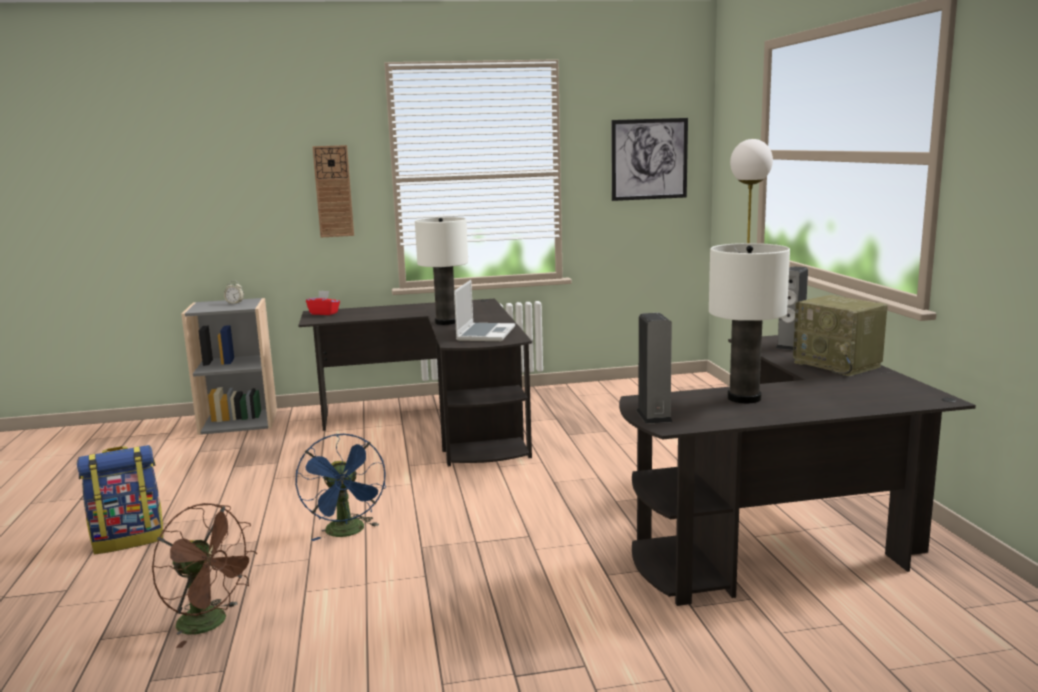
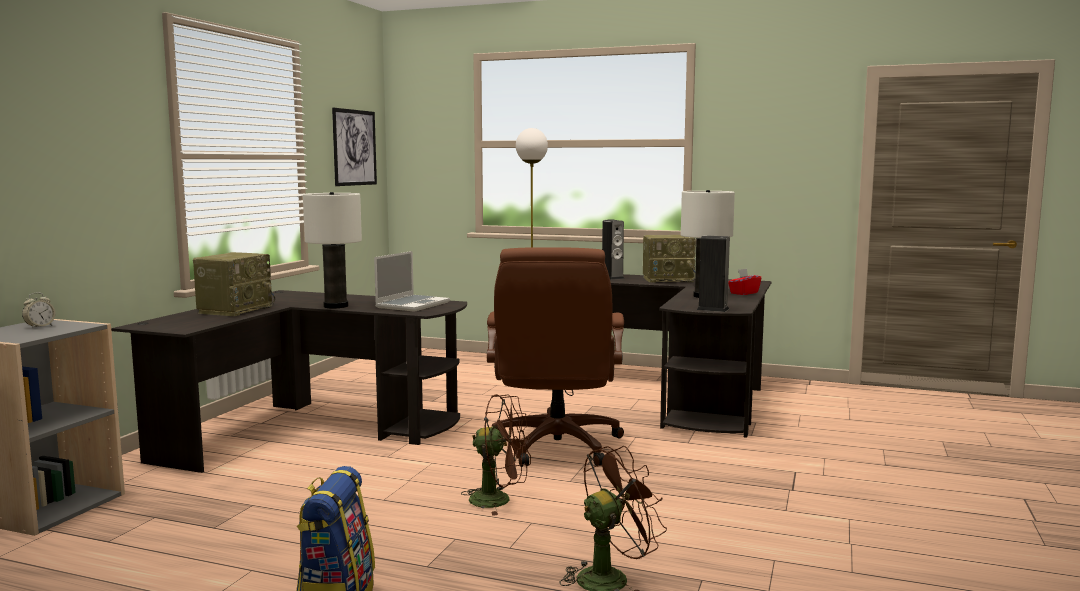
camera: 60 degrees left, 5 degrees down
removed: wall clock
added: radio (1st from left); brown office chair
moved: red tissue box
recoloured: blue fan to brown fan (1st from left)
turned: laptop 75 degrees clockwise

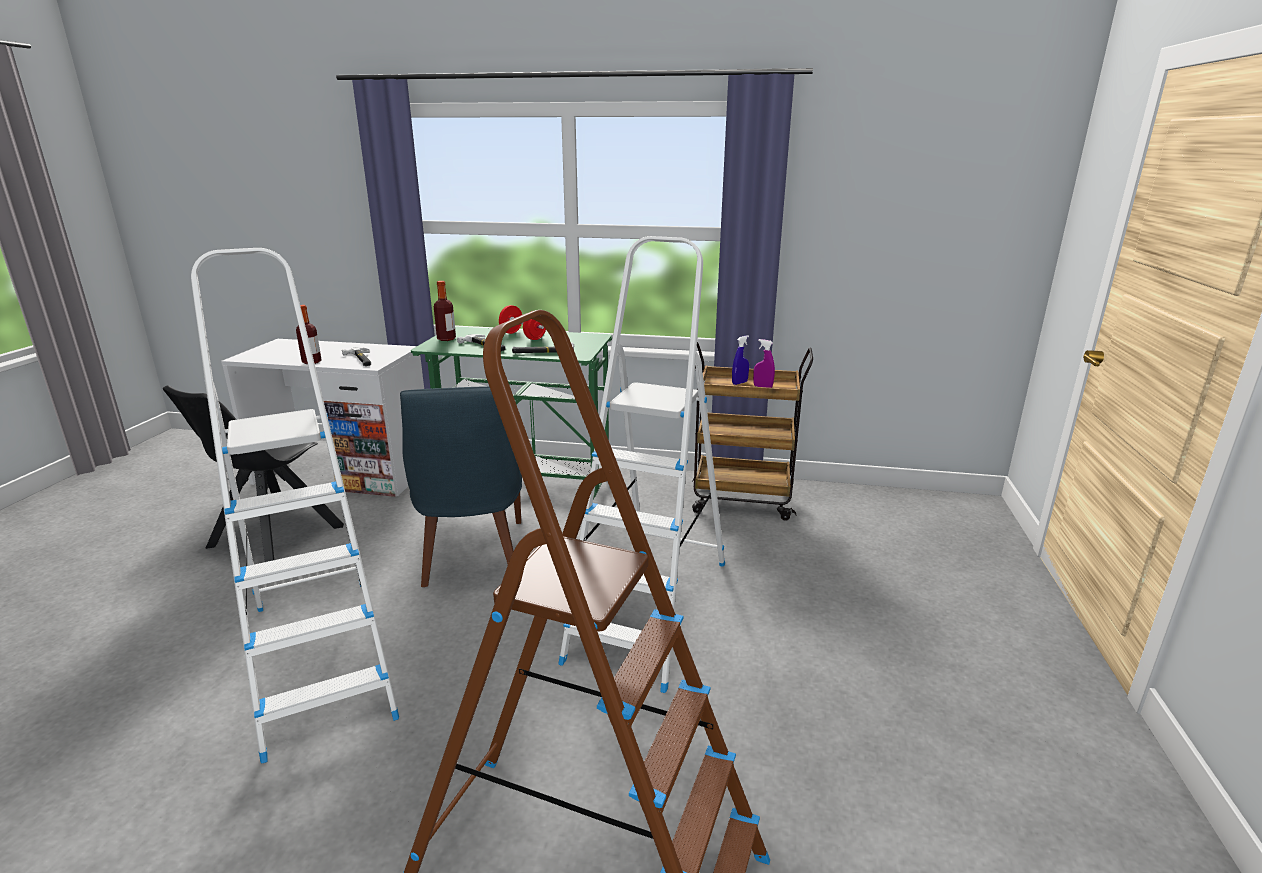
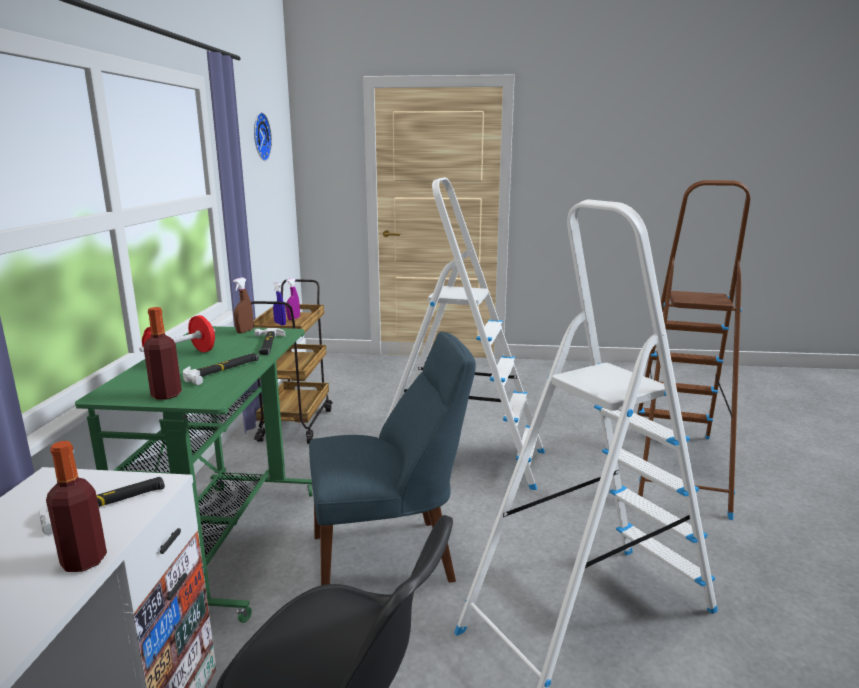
camera: 95 degrees left, 5 degrees down
added: brown spray bottle; wall clock

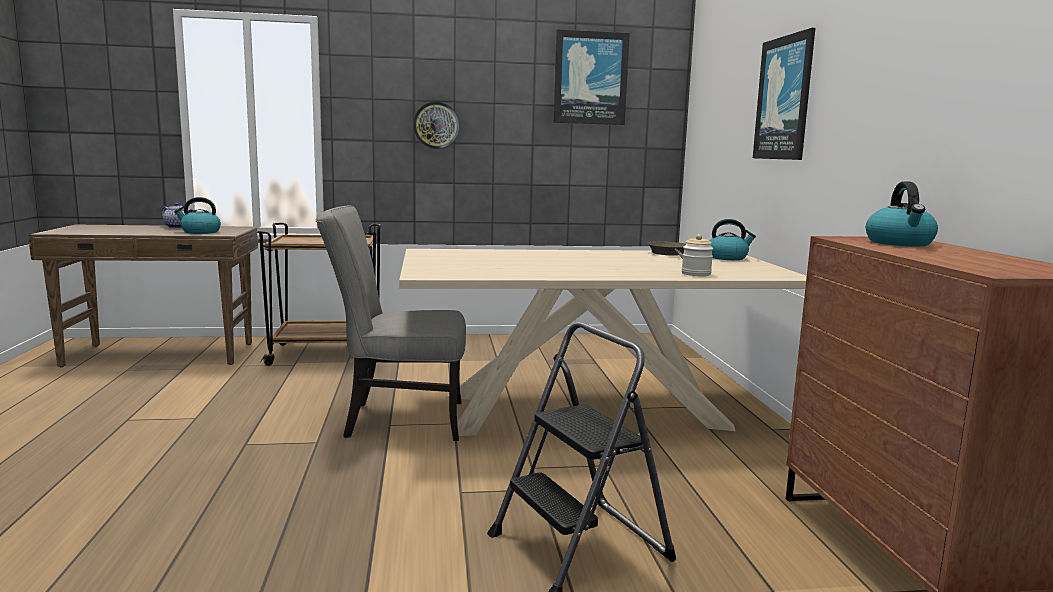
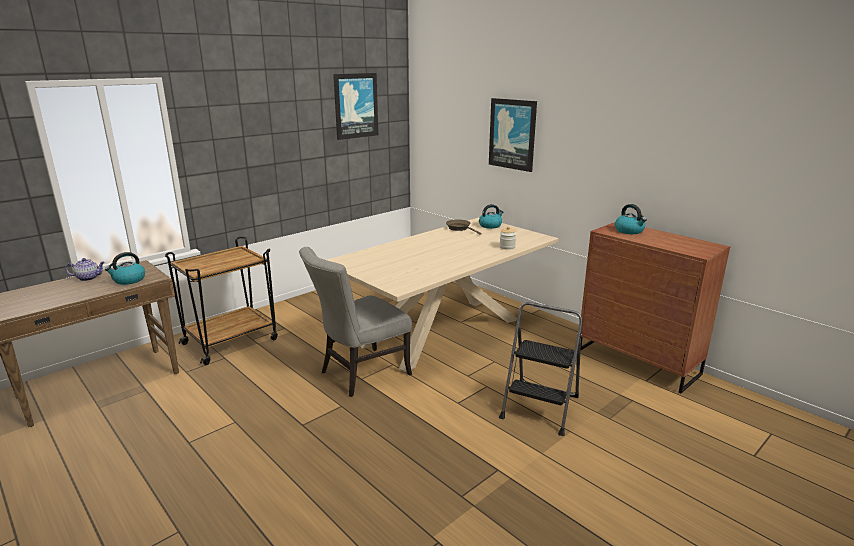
camera: 35 degrees left, 10 degrees up
removed: wall clock

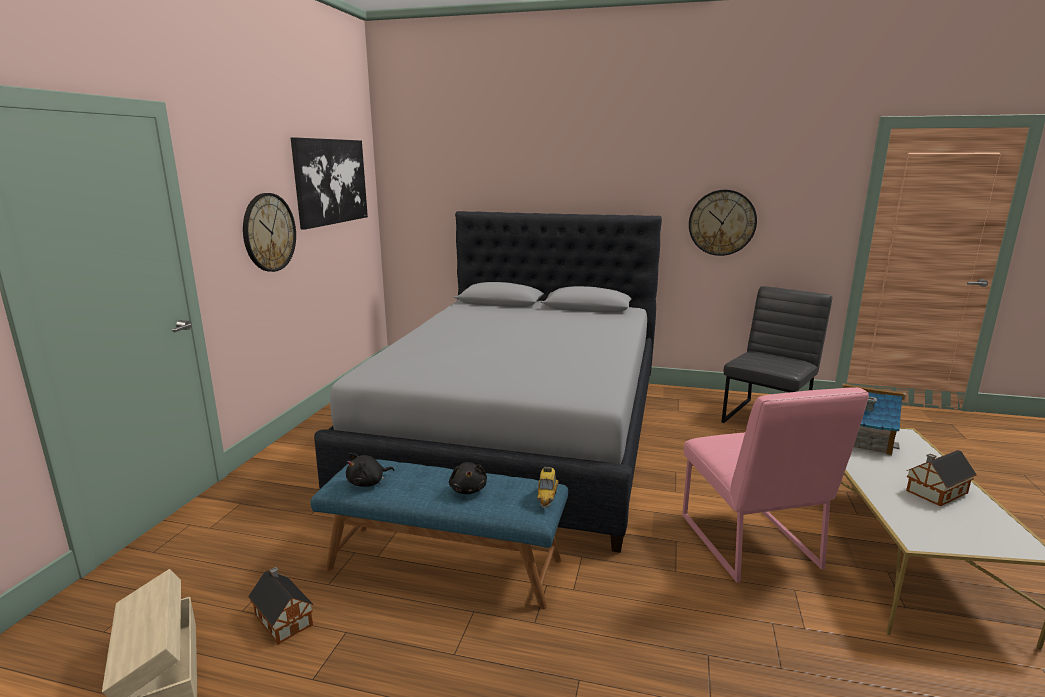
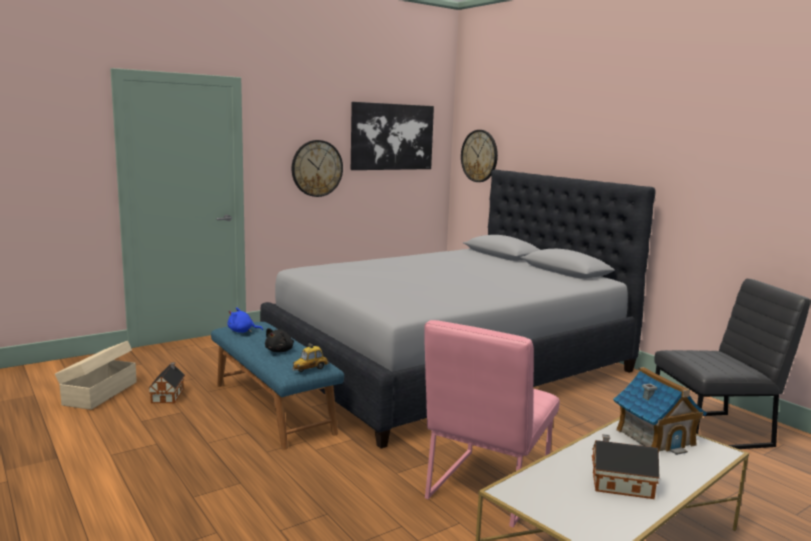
camera: 40 degrees right, 5 degrees down
moved: wall clock (2nd from left)
recoloured: black plush toy (1st from left) to blue plush toy

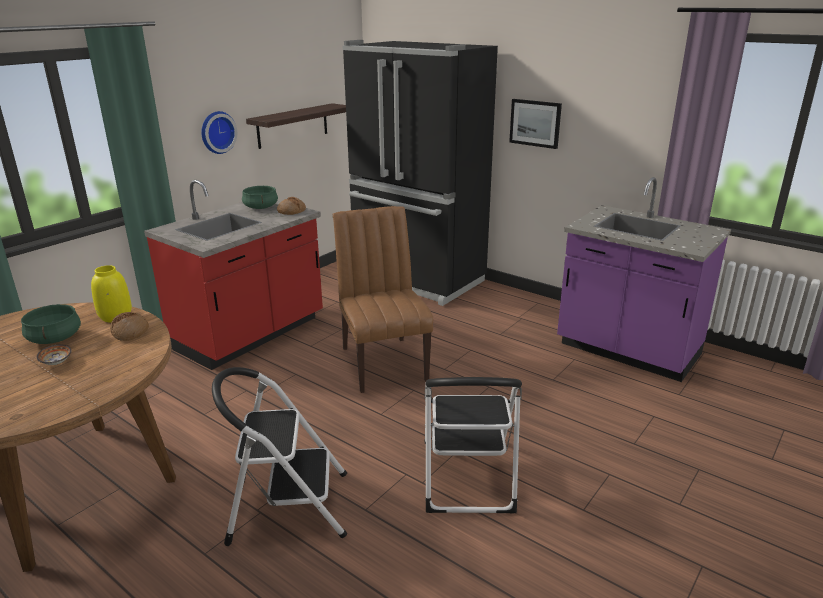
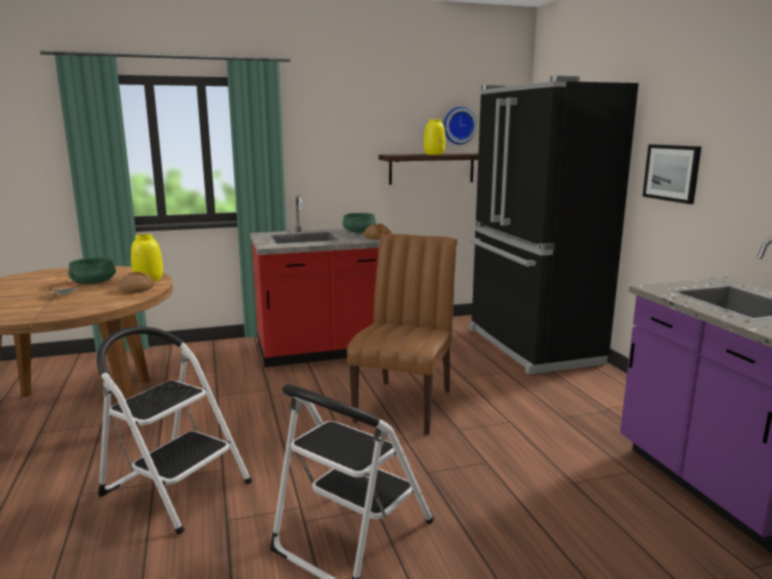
camera: 35 degrees right, 10 degrees down
added: yellow vase (2nd from left)
moved: wall clock

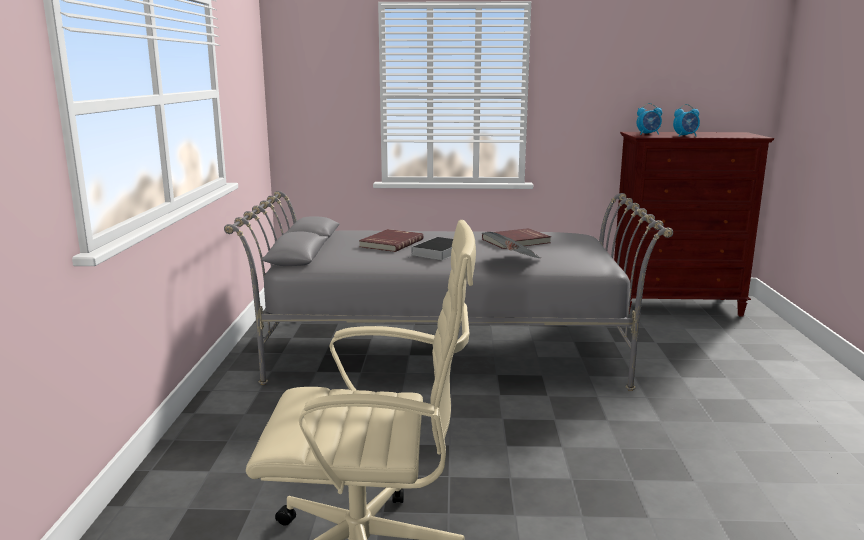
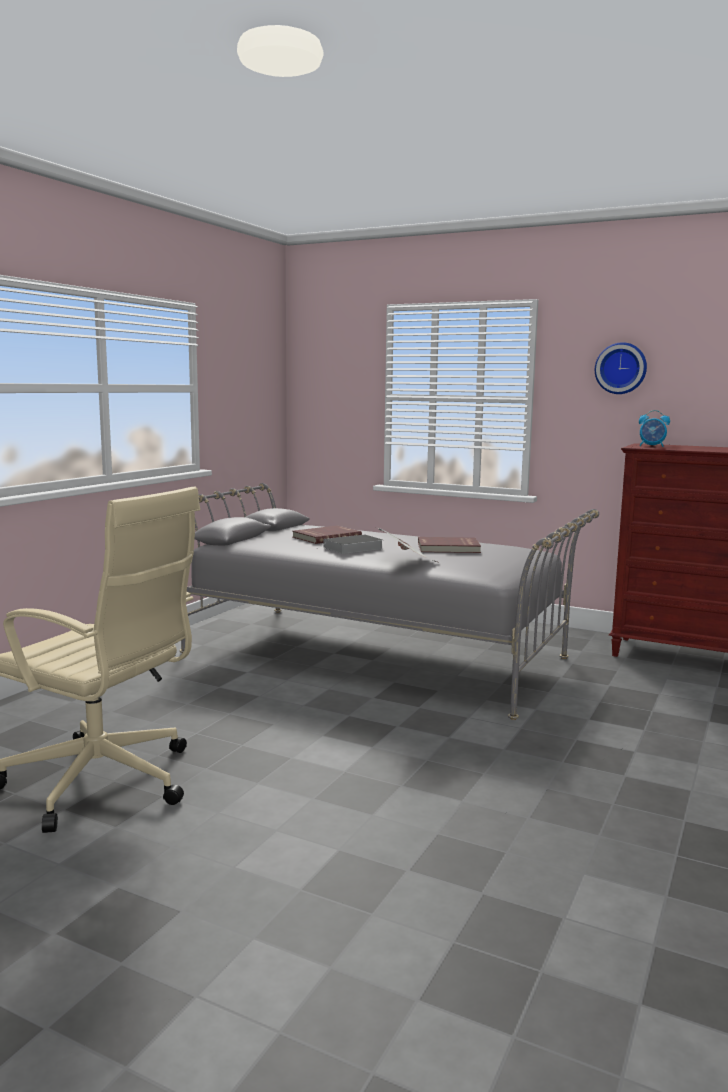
camera: 25 degrees right, 5 degrees down
removed: alarm clock (2nd from left)
added: wall clock

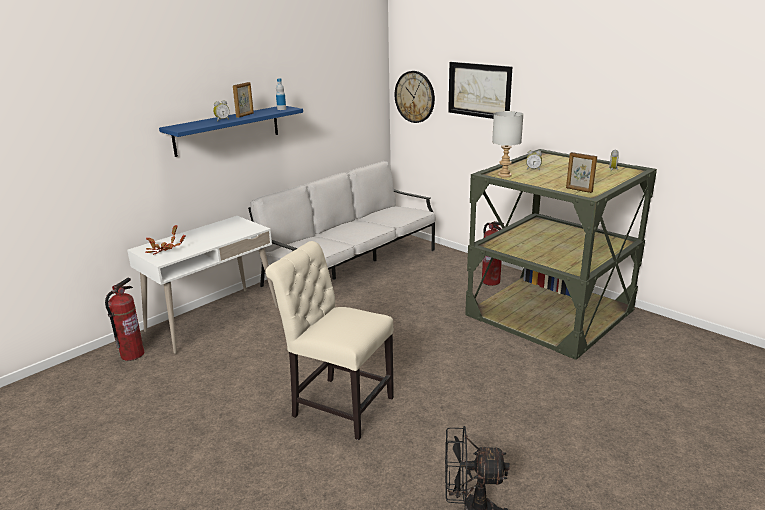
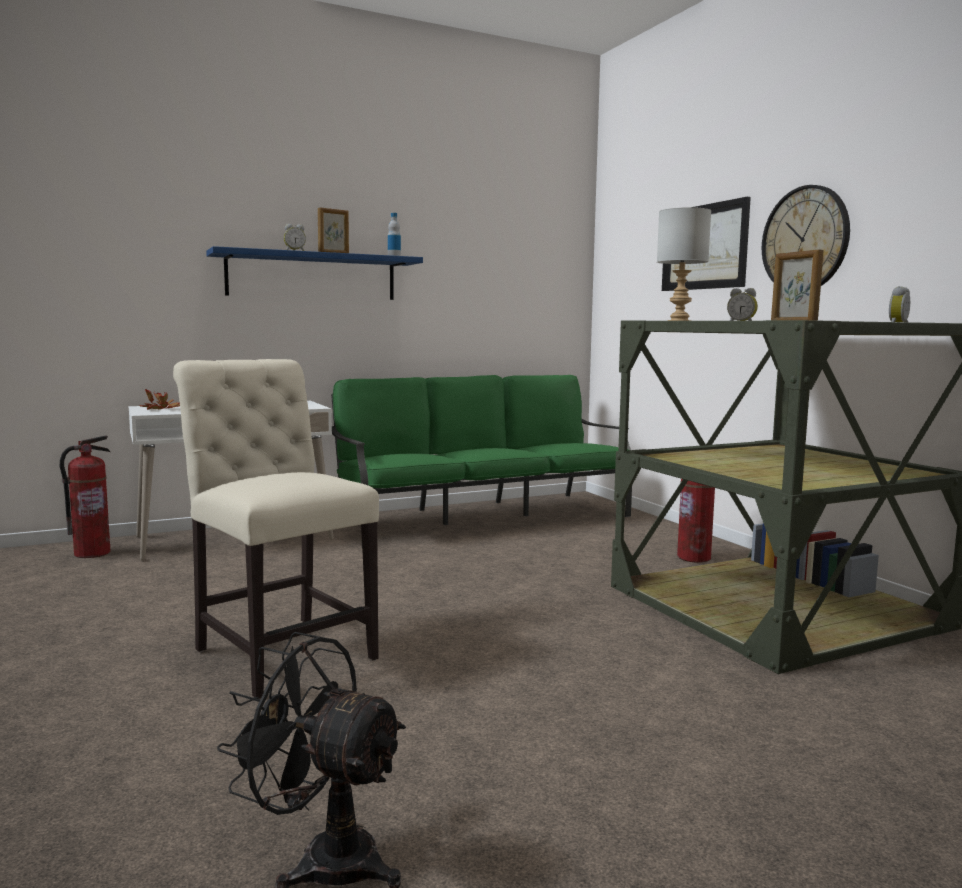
camera: 20 degrees right, 15 degrees down
moved: wall clock
recoloured: white sofa to green sofa

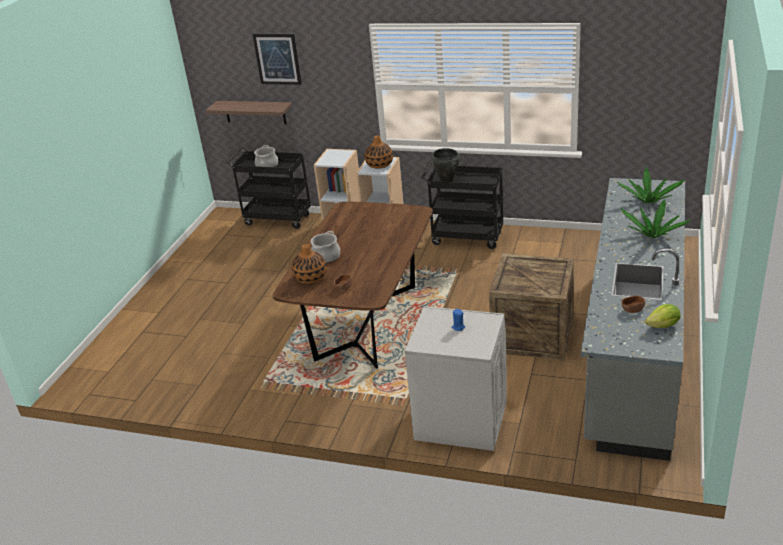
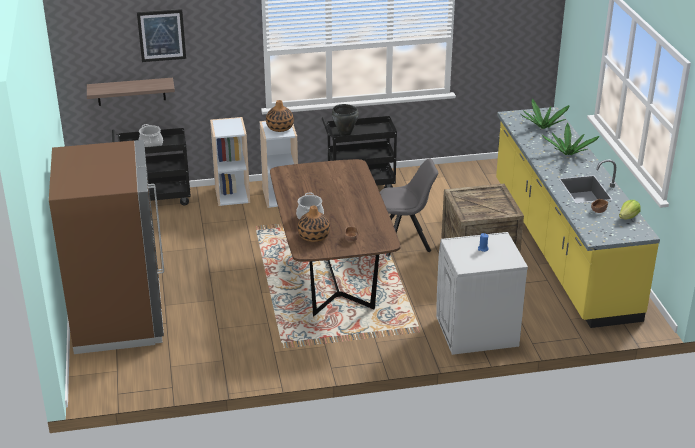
camera: 30 degrees left, 0 degrees up
added: brown fridge; grey chair
recoloured: grey counter to yellow counter

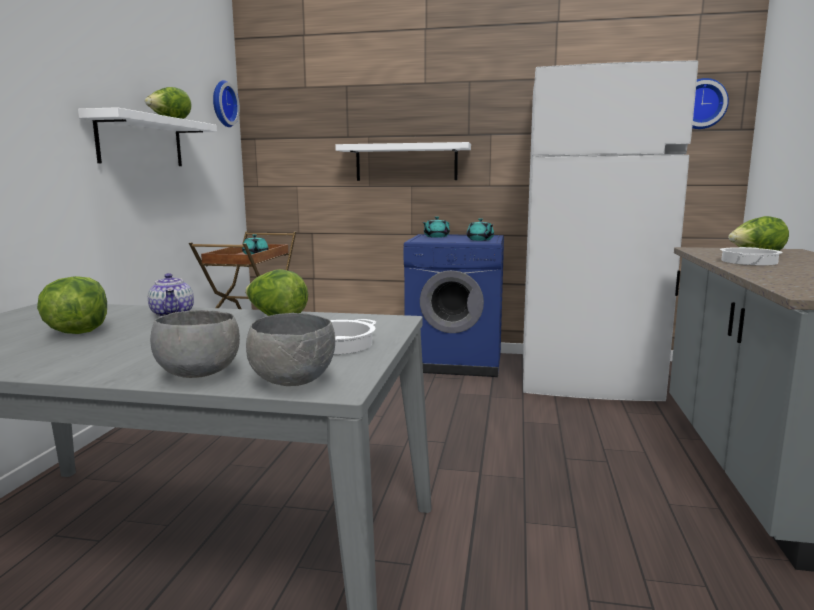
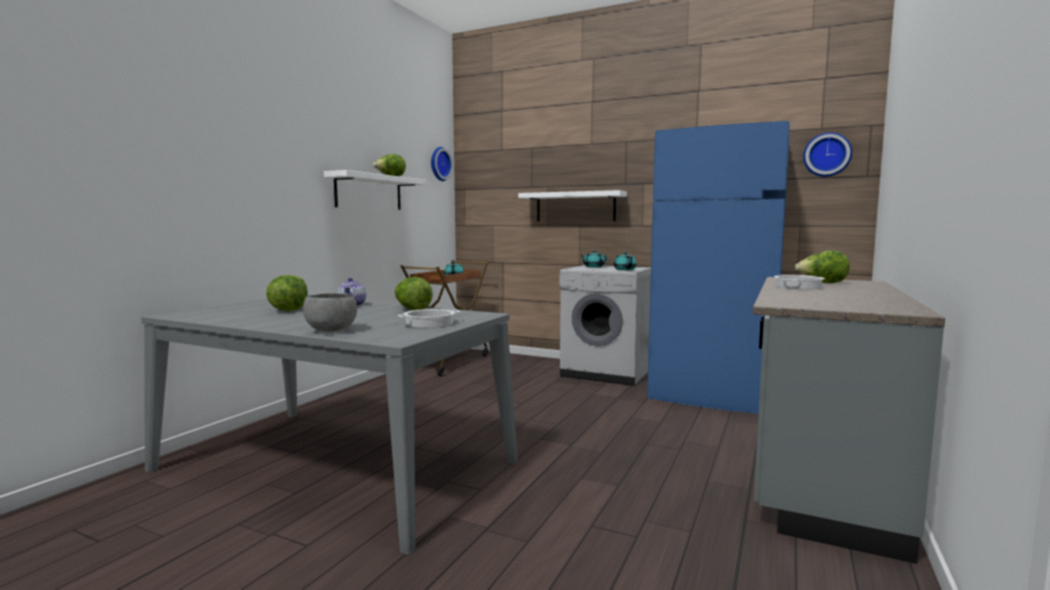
camera: 15 degrees right, 5 degrees down
removed: grey bowl (2nd from left)
recoloured: blue washing machine to white washing machine; white fridge to blue fridge

